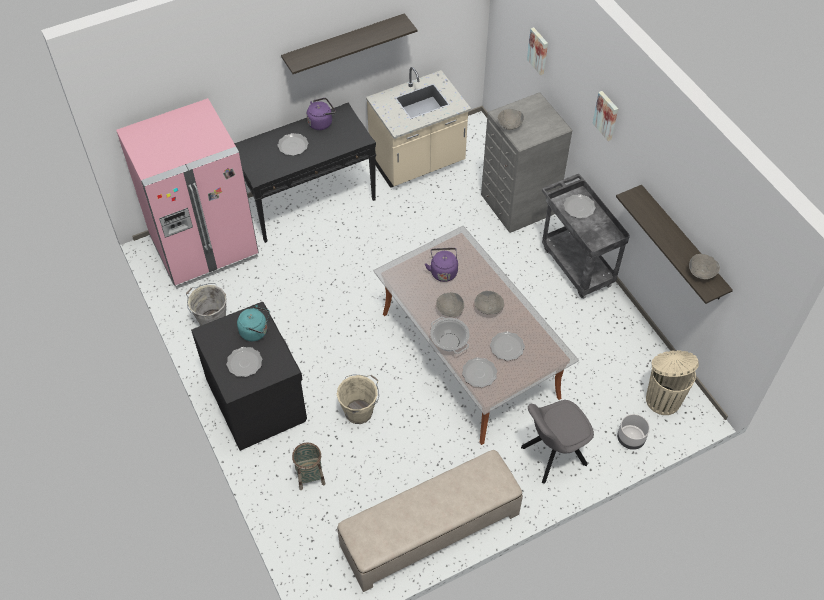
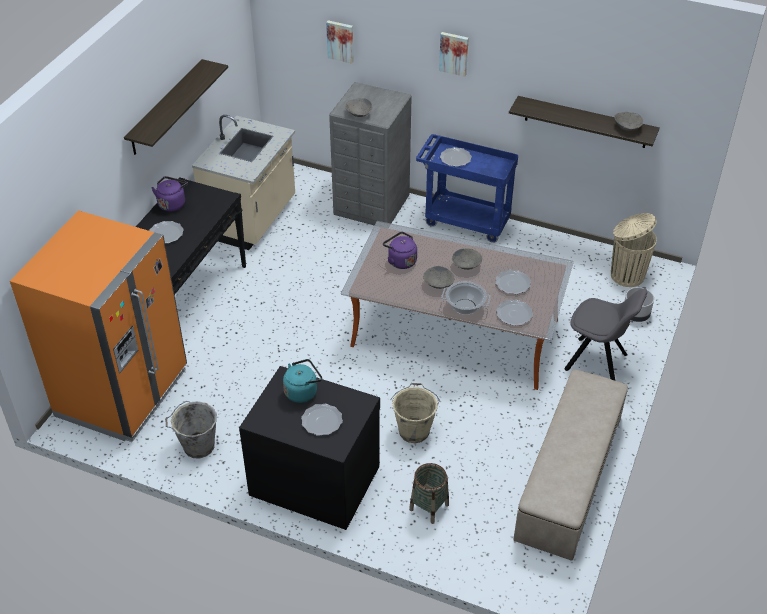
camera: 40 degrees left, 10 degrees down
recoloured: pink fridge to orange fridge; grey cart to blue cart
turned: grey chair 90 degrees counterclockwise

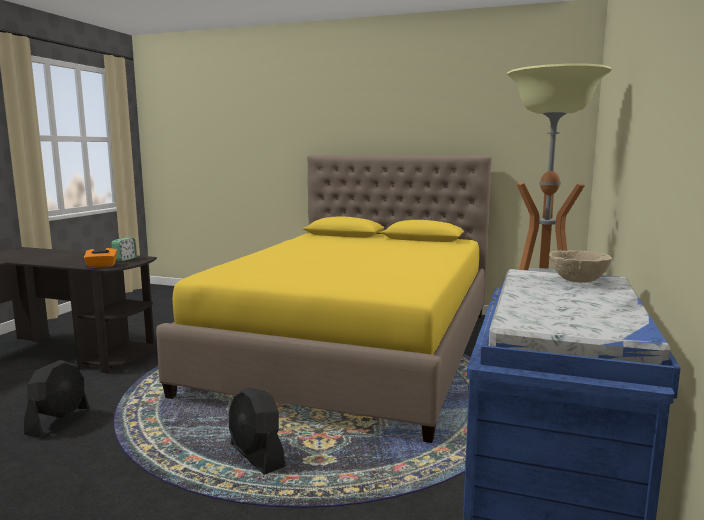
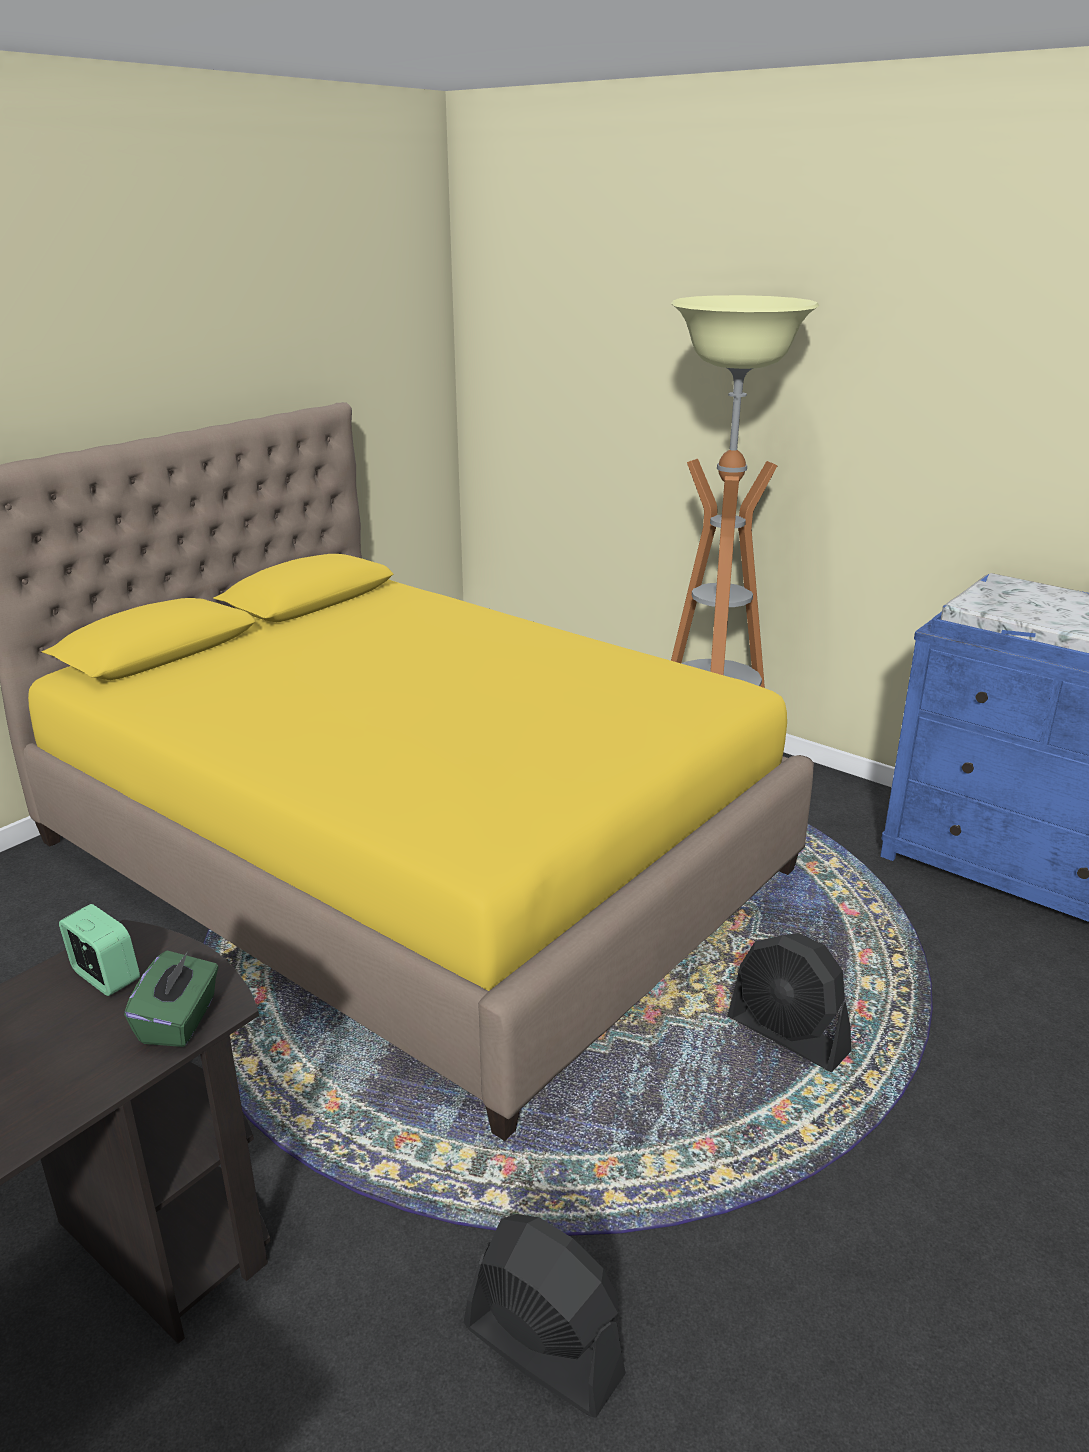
camera: 70 degrees left, 15 degrees up
removed: beige bowl
recoloured: orange tissue box to green tissue box
turned: black fan (2nd from left) 60 degrees clockwise

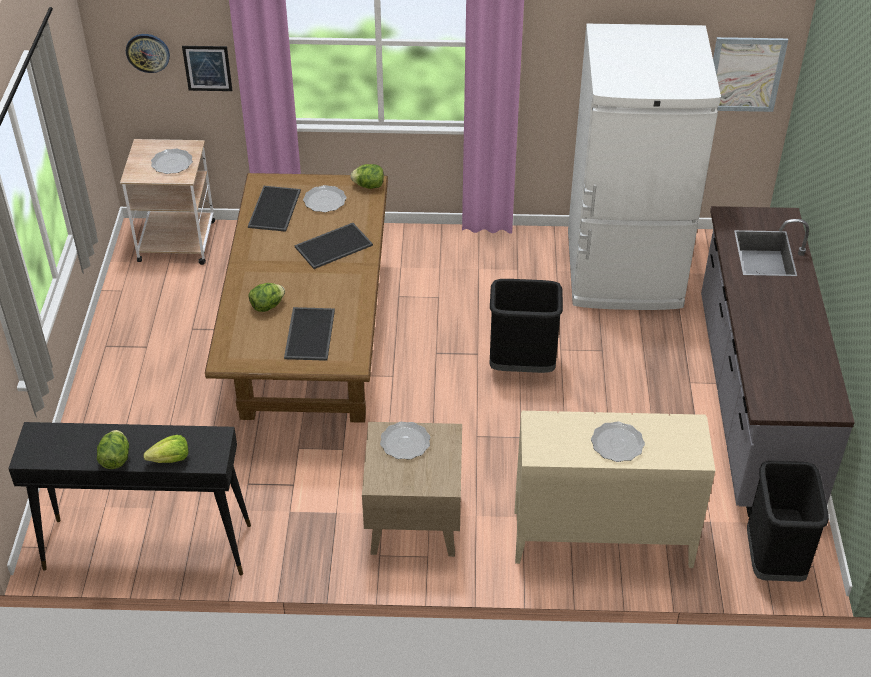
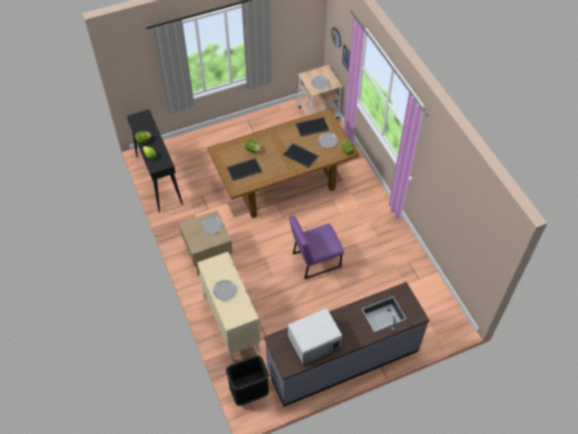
camera: 65 degrees right, 10 degrees up
removed: white fridge; picture (2nd from left)
added: white microwave
replaced: black trash can (1st from left) to purple chair

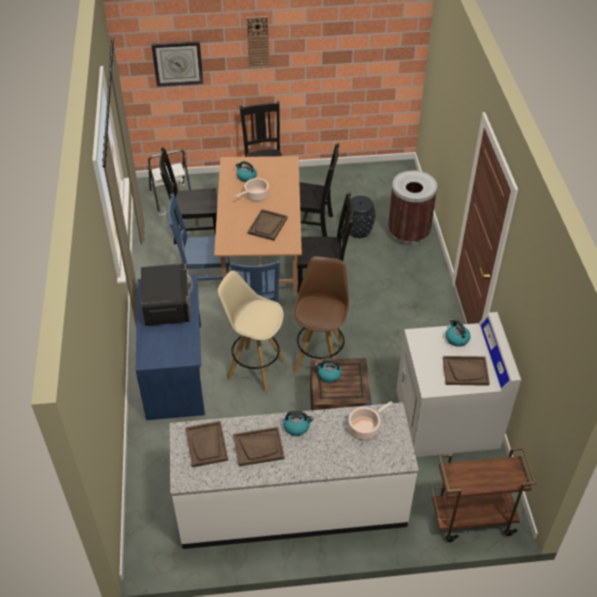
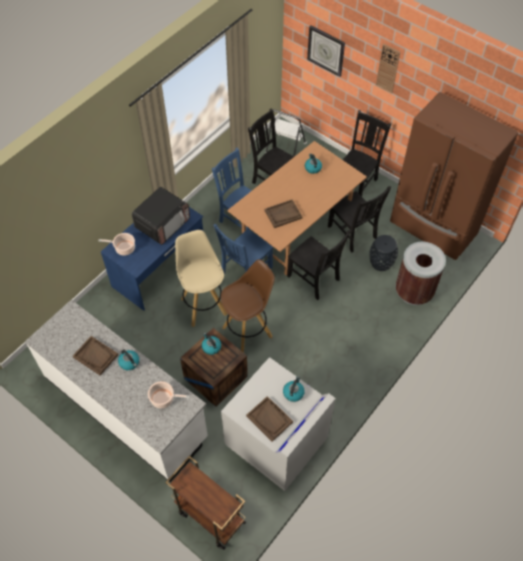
camera: 45 degrees right, 10 degrees up
removed: brown tray (1st from left)
added: brown fridge
moved: cooking pot (1st from left)

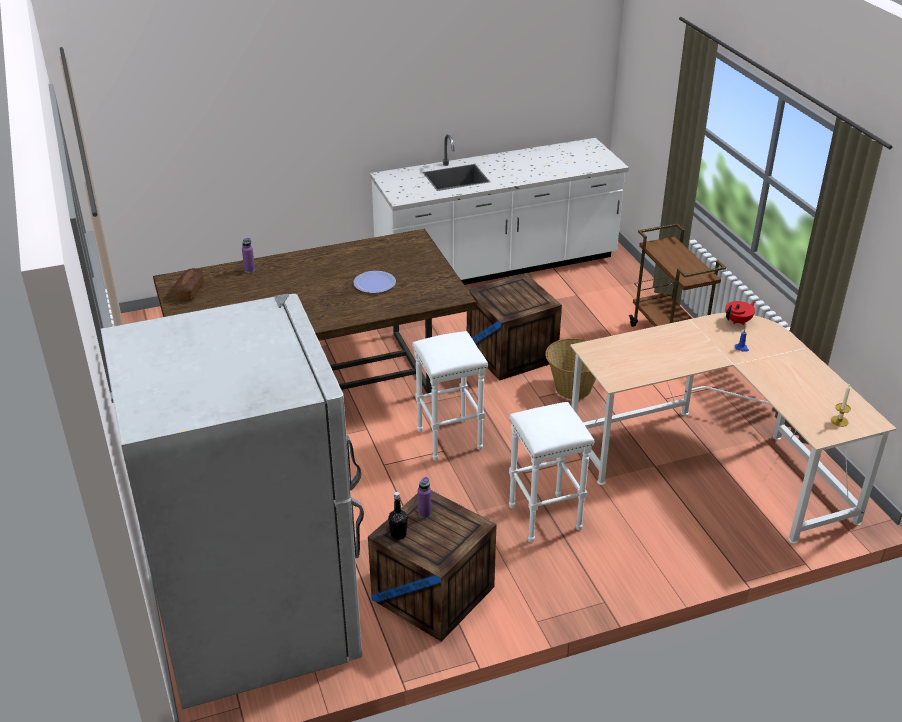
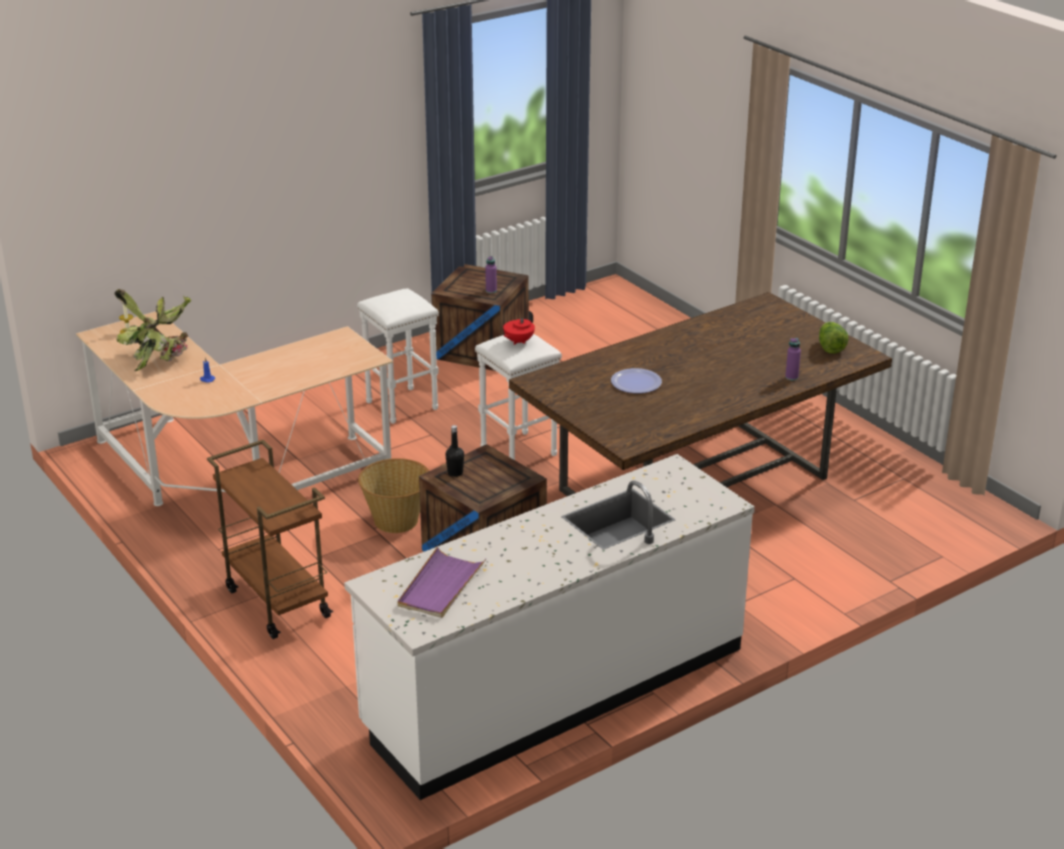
camera: 165 degrees right, 5 degrees down
removed: white fridge
added: potted plant; purple tray
moved: black bottle; red teapot
replaced: bread to lettuce

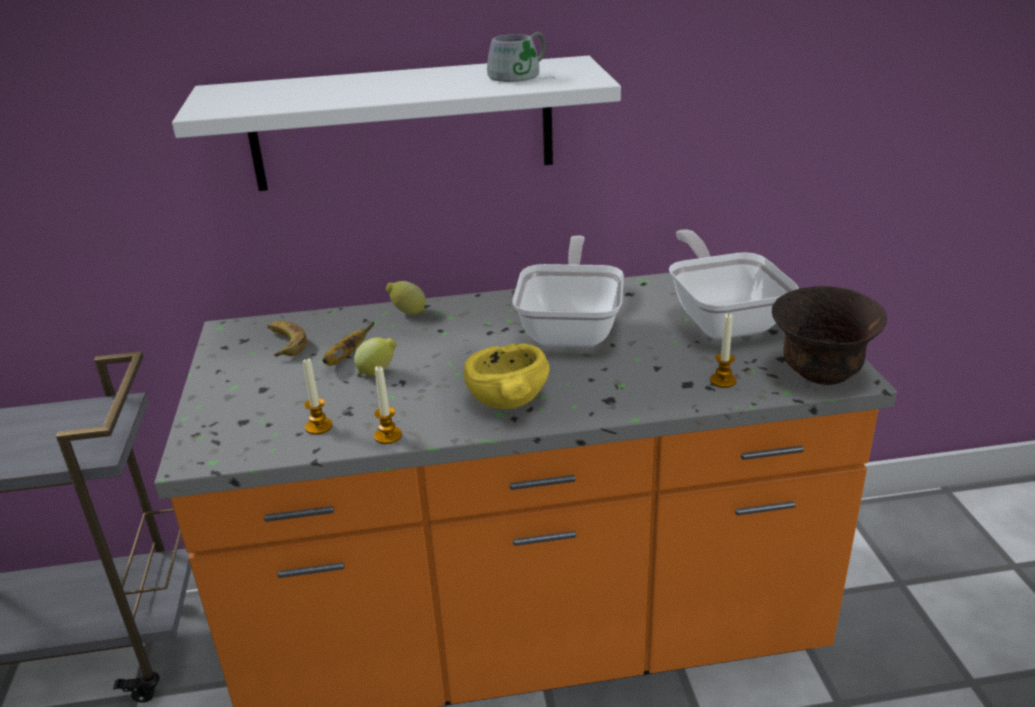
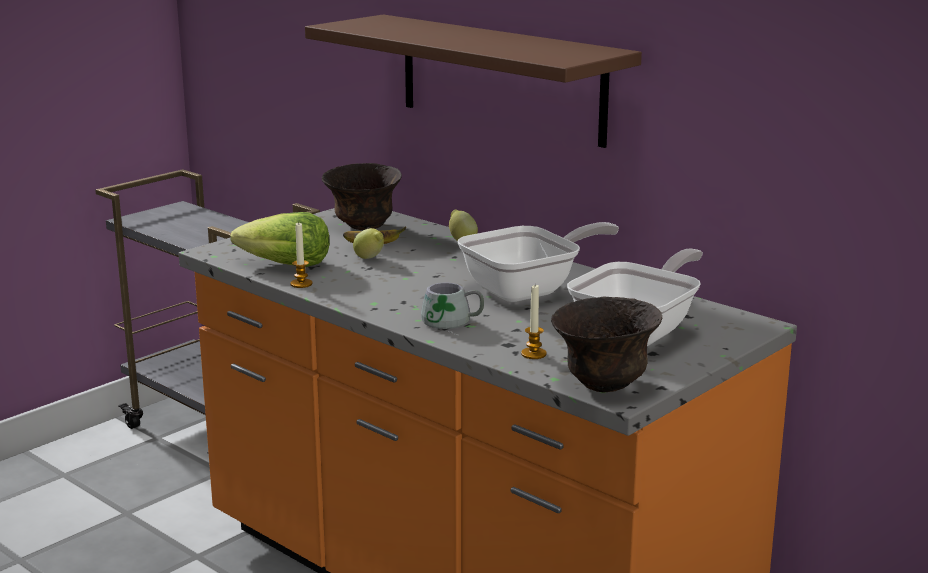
camera: 50 degrees right, 10 degrees down
removed: yellow bowl
moved: grey mug
replaced: banana (1st from left) to brown bowl (1st from left); candle (1st from left) to lettuce
recoloured: white shelf to brown shelf

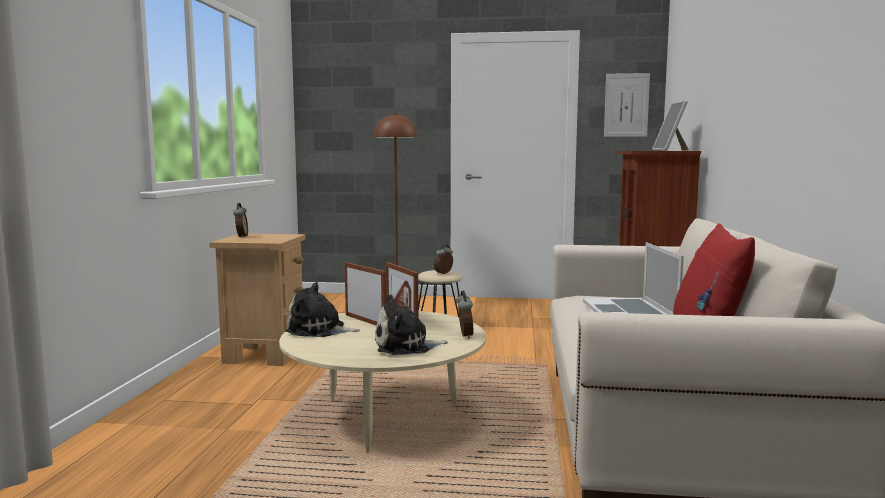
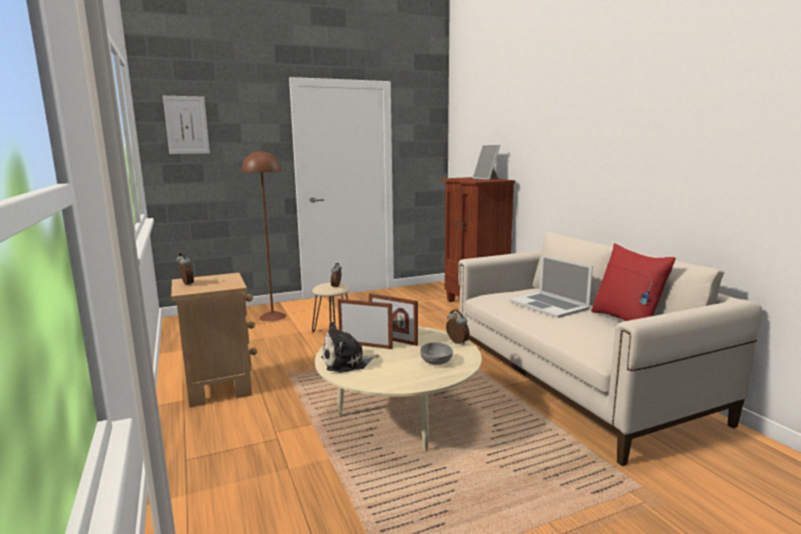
camera: 30 degrees left, 5 degrees up
moved: picture
replaced: plush toy (2nd from left) to grey bowl

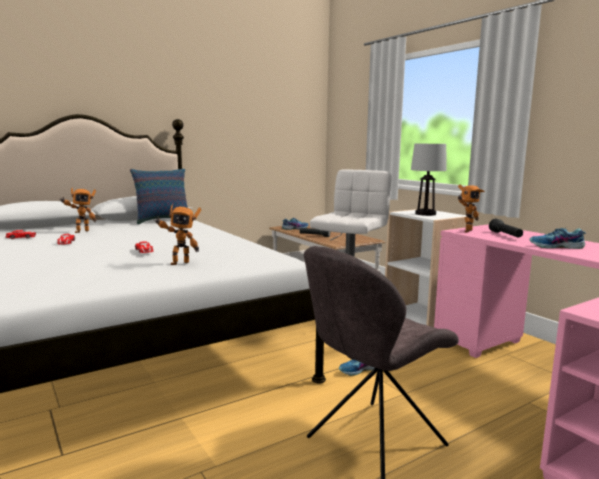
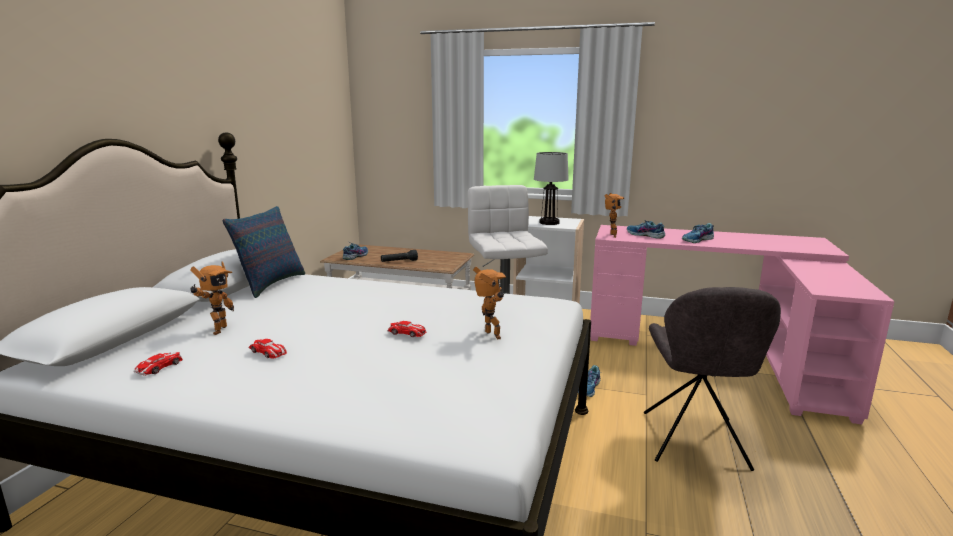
camera: 40 degrees left, 5 degrees up
replaced: black flashlight (2nd from left) to shoe (3rd from left)
turned: toy robot (2nd from left) 60 degrees counterclockwise

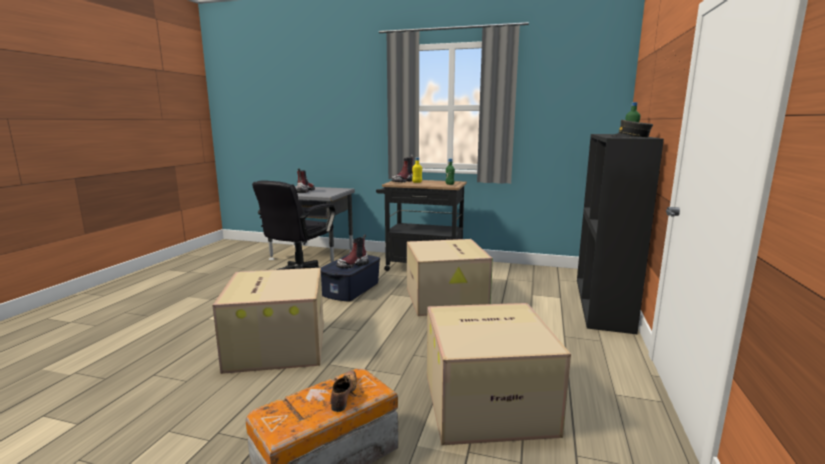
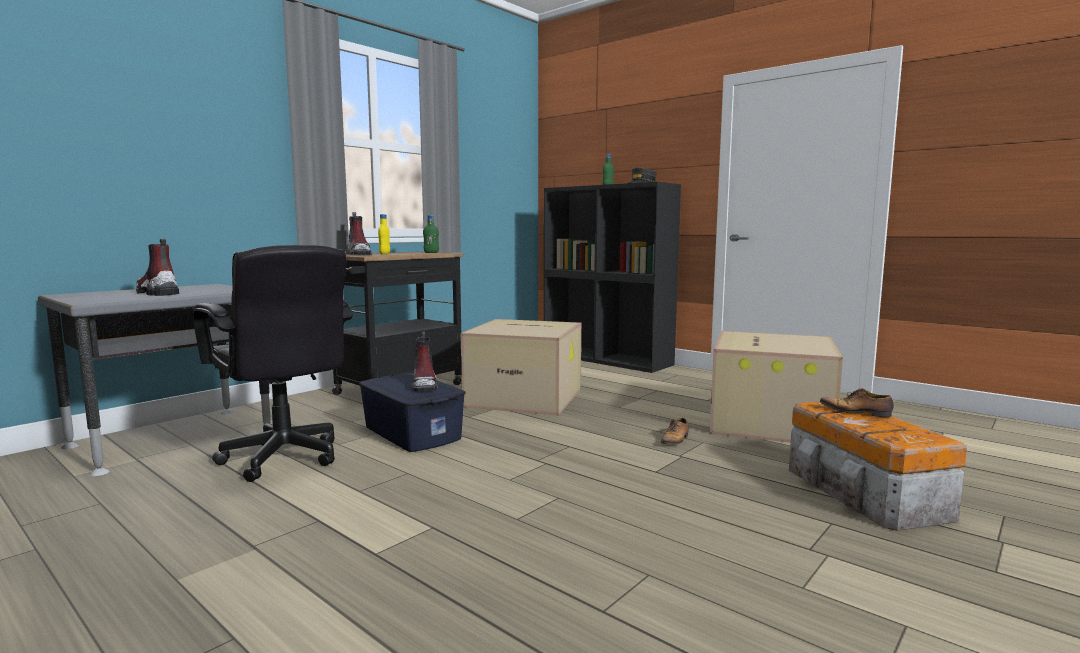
camera: 65 degrees left, 5 degrees down
removed: cardboard box (1st from left)
added: shoe (1st from left)

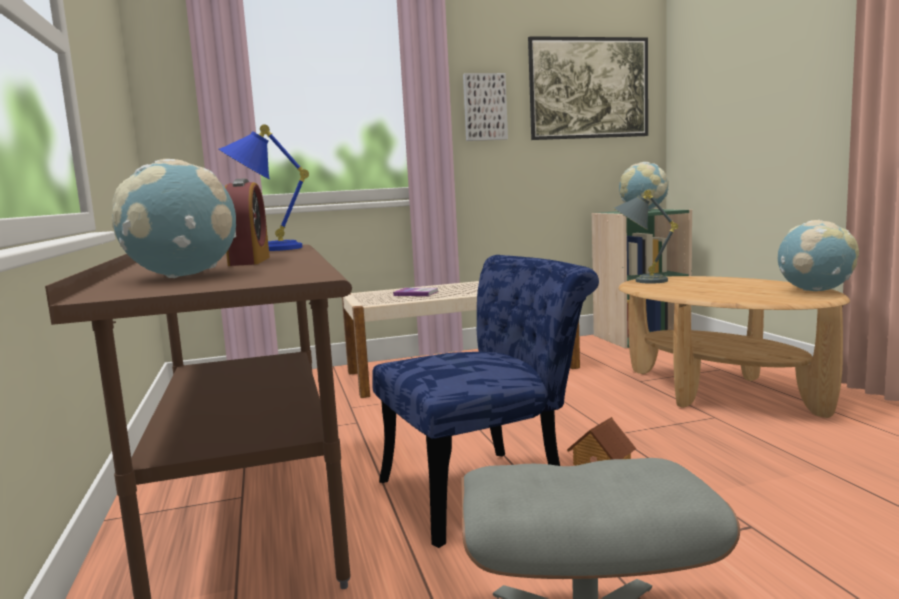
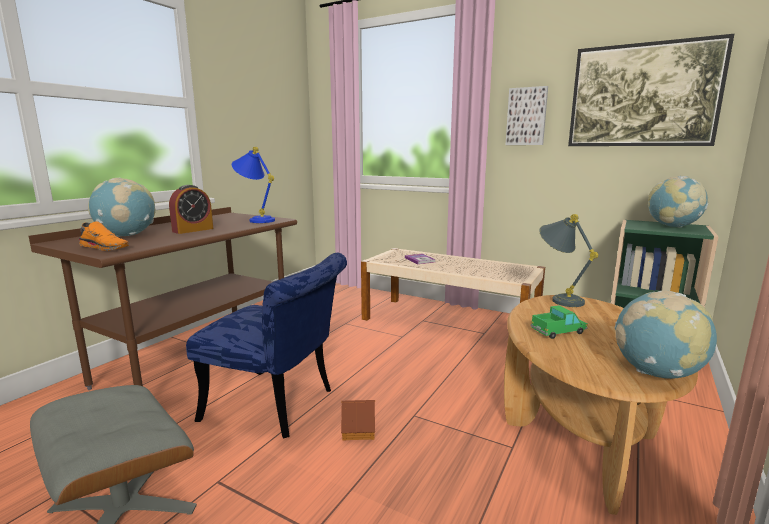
camera: 45 degrees right, 5 degrees up
added: orange shoe; toy truck

